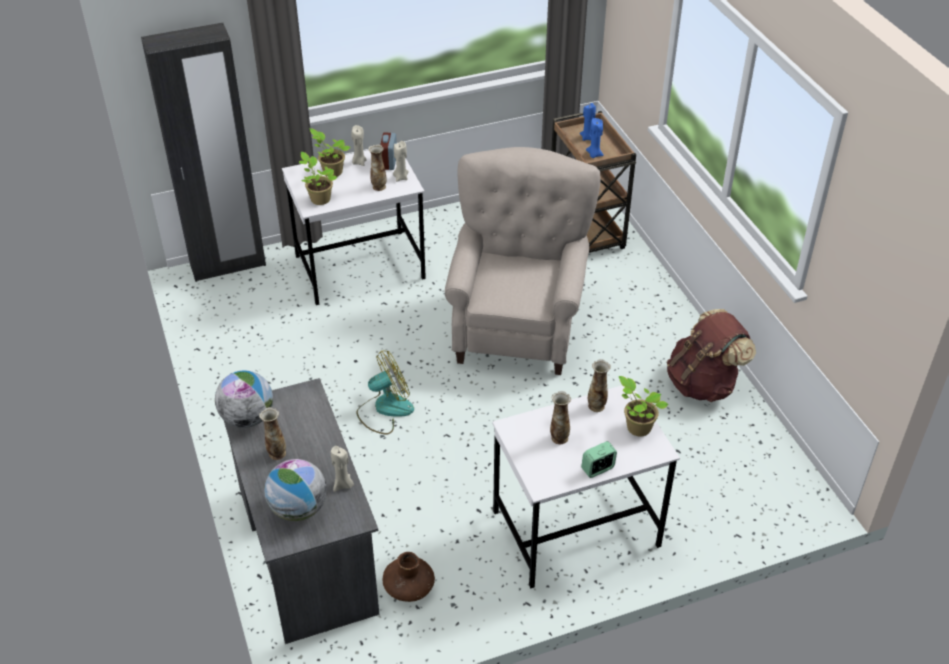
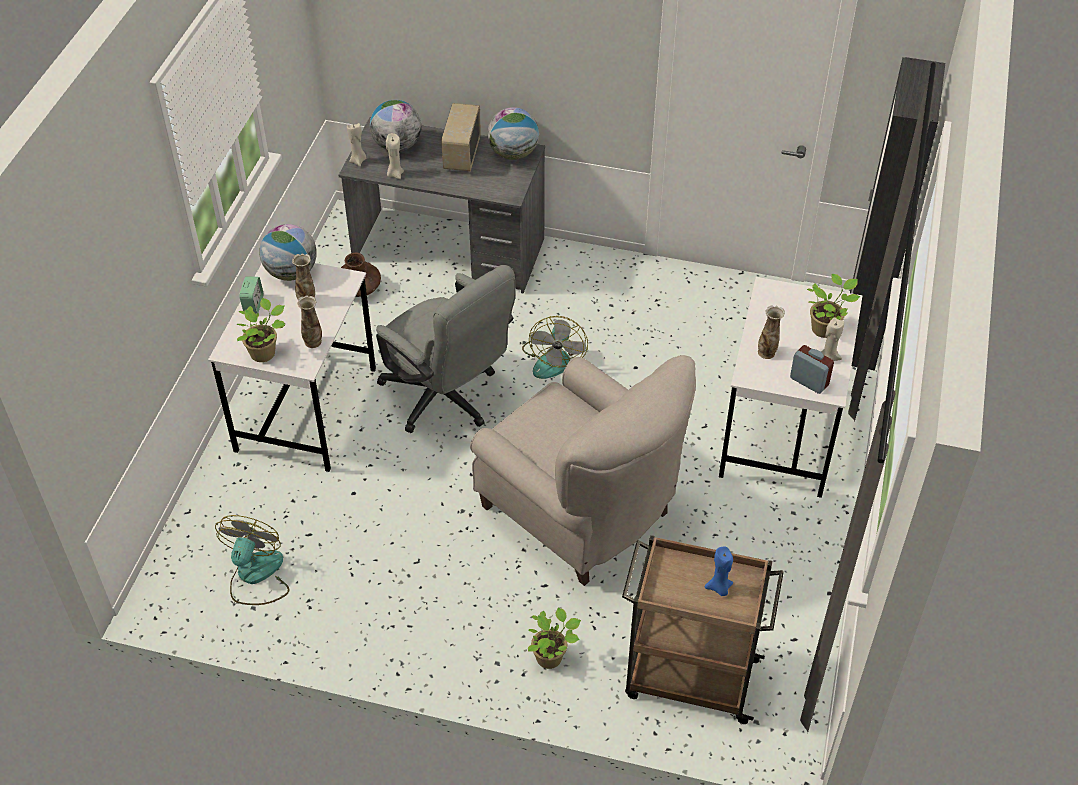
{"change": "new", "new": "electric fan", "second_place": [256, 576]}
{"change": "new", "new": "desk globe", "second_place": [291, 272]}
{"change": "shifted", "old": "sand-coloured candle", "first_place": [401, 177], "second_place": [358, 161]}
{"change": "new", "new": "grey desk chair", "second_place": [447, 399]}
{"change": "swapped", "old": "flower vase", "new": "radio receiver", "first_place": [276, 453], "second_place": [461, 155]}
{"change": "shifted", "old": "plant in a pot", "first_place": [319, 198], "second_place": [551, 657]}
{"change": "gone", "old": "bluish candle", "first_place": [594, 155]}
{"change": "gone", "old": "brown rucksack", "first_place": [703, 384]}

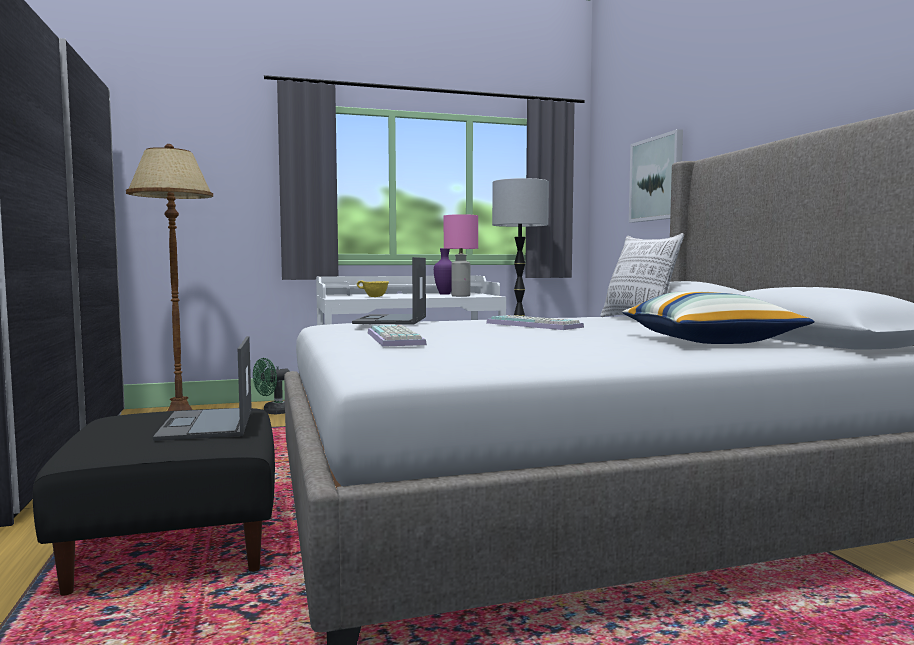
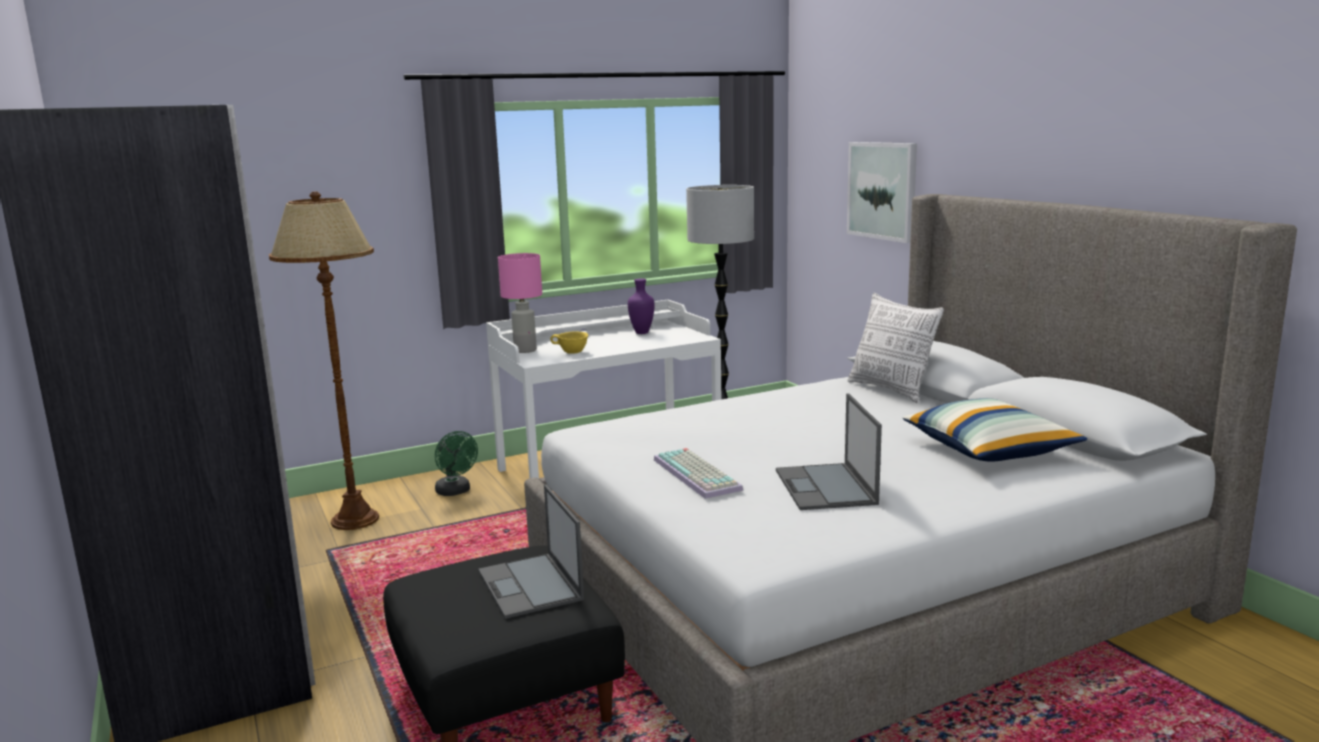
{"change": "rotated", "old": "green-coloured electric fan", "first_place": [273, 412], "second_place": [456, 492], "degrees": -75}
{"change": "shifted", "old": "pinkish table lamp", "first_place": [460, 296], "second_place": [525, 350]}
{"change": "shifted", "old": "portable computer", "first_place": [391, 320], "second_place": [826, 487]}
{"change": "gone", "old": "PC keyboard", "first_place": [535, 325]}

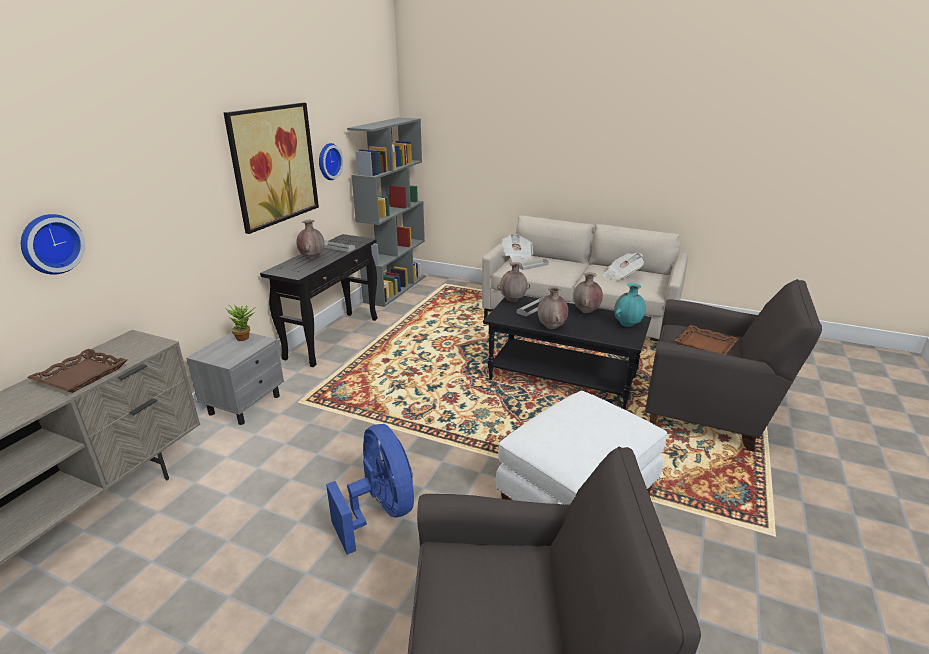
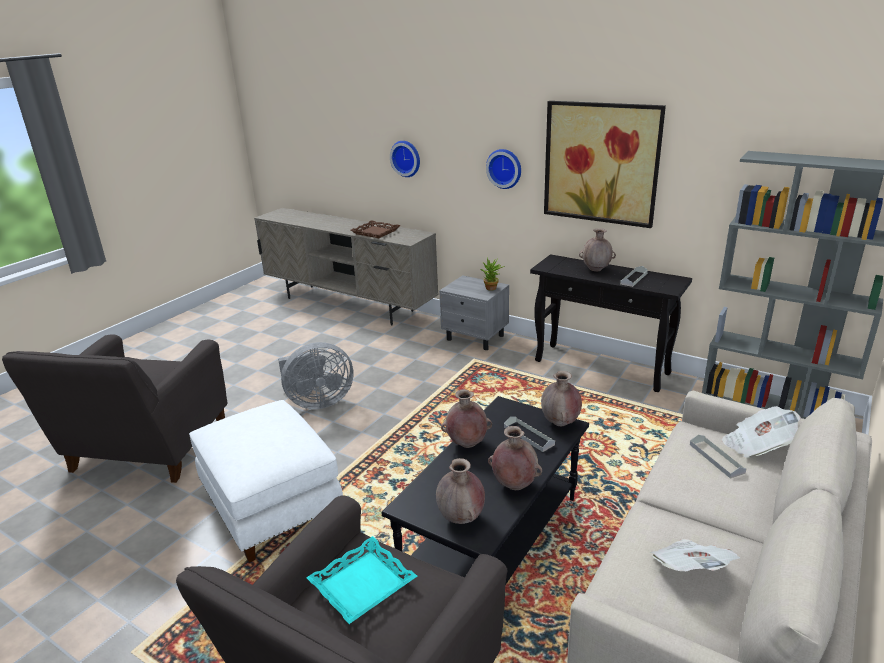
{"change": "repainted", "old": "bluish electric fan", "new": "grey electric fan", "first_place": [380, 511], "second_place": [317, 402]}
{"change": "repainted", "old": "brown serving tray", "new": "blue-green serving tray", "first_place": [705, 345], "second_place": [362, 584]}
{"change": "repainted", "old": "blue-green flower vase", "new": "brown flower vase", "first_place": [627, 324], "second_place": [461, 519]}
{"change": "shifted", "old": "wall clock", "first_place": [328, 161], "second_place": [505, 168]}

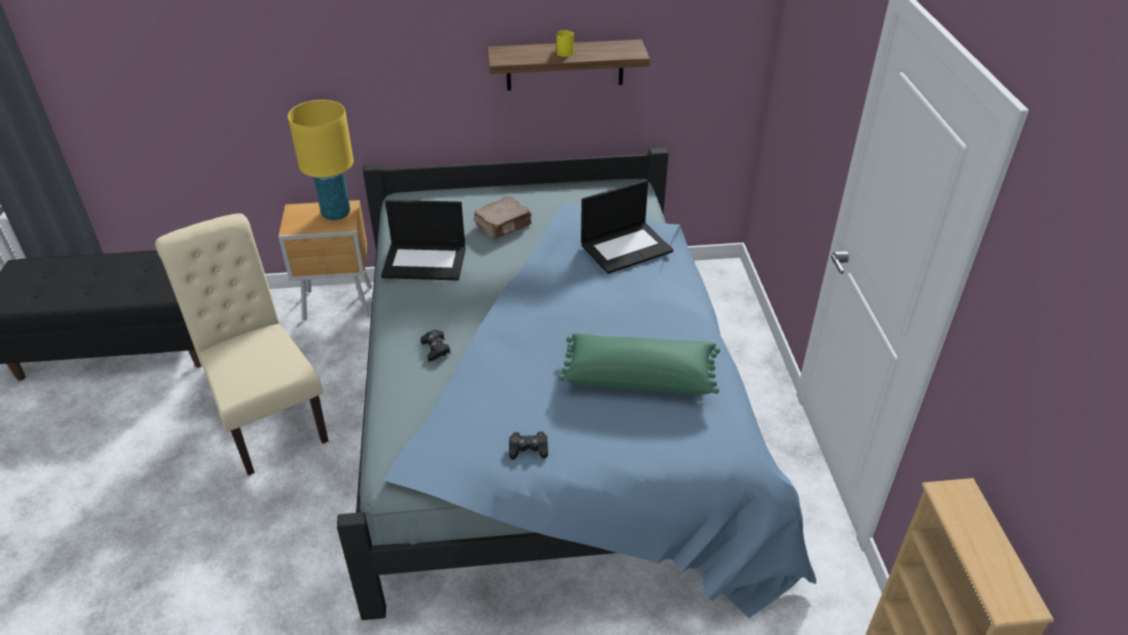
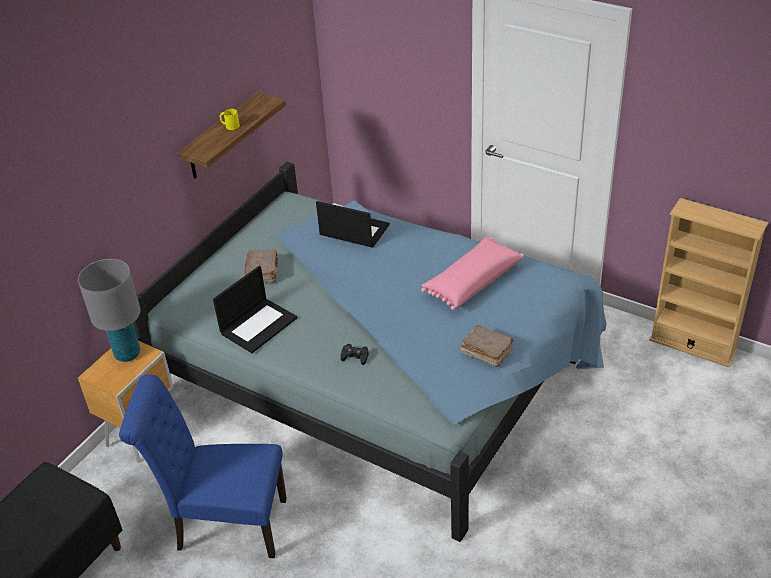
{"change": "repainted", "old": "yellow table lamp", "new": "grey table lamp", "first_place": [336, 213], "second_place": [127, 353]}
{"change": "repainted", "old": "sand-coloured plain chair", "new": "bluish plain chair", "first_place": [267, 417], "second_place": [224, 524]}
{"change": "rotated", "old": "portable computer", "first_place": [626, 247], "second_place": [353, 230], "degrees": -75}
{"change": "repainted", "old": "green-coloured cushion", "new": "pinkish cushion", "first_place": [639, 376], "second_place": [471, 282]}
{"change": "swapped", "old": "blackish joypad", "new": "brown bound book", "first_place": [528, 449], "second_place": [486, 352]}

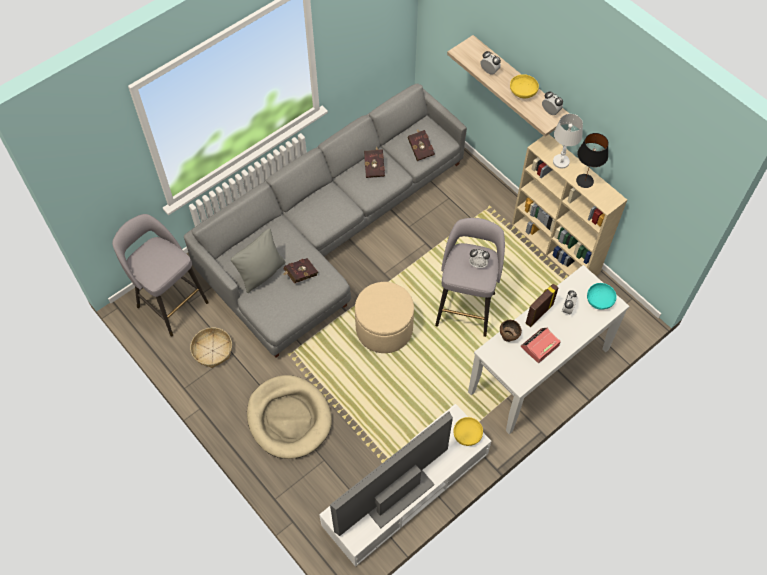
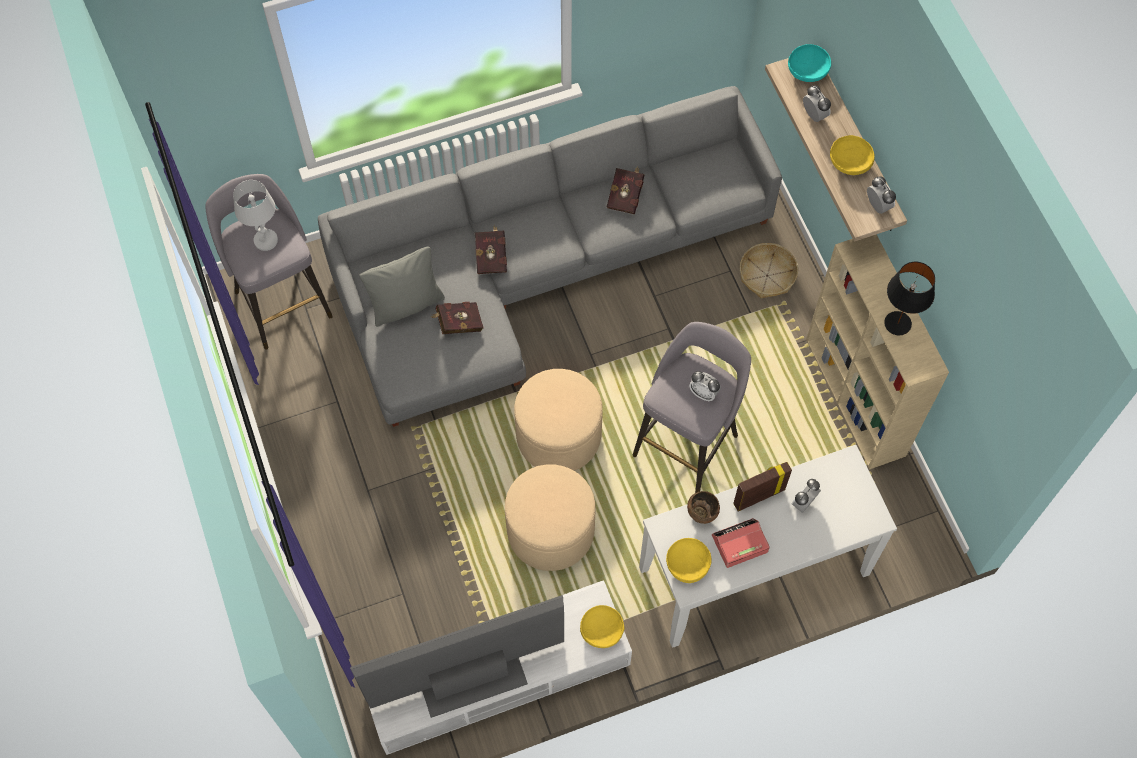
{"change": "shifted", "old": "white table lamp", "first_place": [560, 161], "second_place": [265, 240]}
{"change": "shifted", "old": "reddish bound book", "first_place": [420, 149], "second_place": [491, 256]}
{"change": "new", "new": "sand-coloured footrest", "second_place": [550, 530]}
{"change": "new", "new": "yellow deep dish", "second_place": [687, 564]}
{"change": "shifted", "old": "household basket", "first_place": [213, 350], "second_place": [767, 275]}
{"change": "shifted", "old": "blue-green deep dish", "first_place": [599, 301], "second_place": [807, 72]}
{"change": "gone", "old": "sand-coloured pet bed", "first_place": [289, 418]}

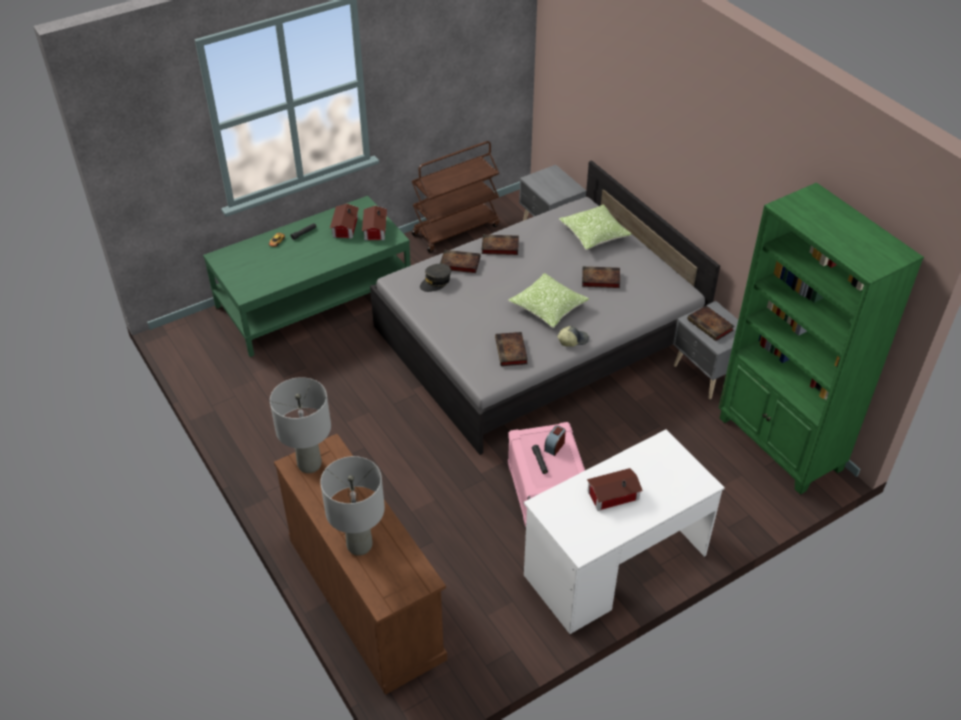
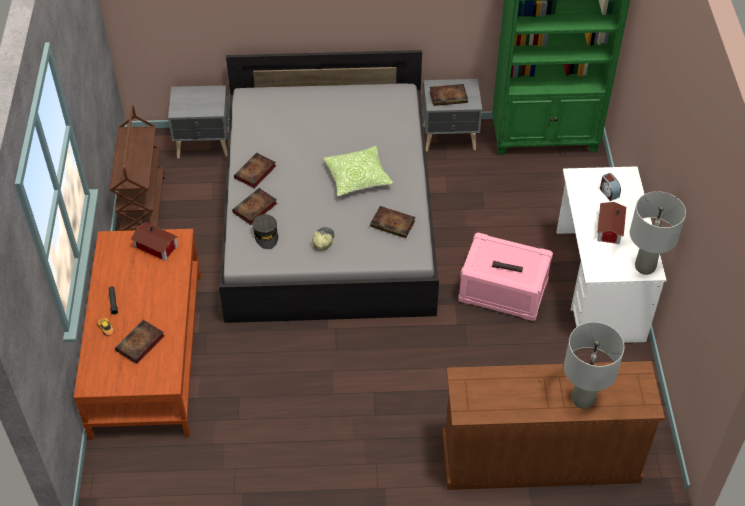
{"change": "repainted", "old": "green-coloured lounge table", "new": "brown lounge table", "first_place": [313, 299], "second_place": [147, 353]}
{"change": "shifted", "old": "bound book", "first_place": [599, 279], "second_place": [140, 344]}
{"change": "shifted", "old": "cap", "first_place": [572, 340], "second_place": [322, 240]}
{"change": "shifted", "old": "table clock", "first_place": [554, 446], "second_place": [608, 192]}
{"change": "shifted", "old": "grey table lamp", "first_place": [309, 464], "second_place": [644, 267]}
{"change": "gone", "old": "miniature house", "first_place": [344, 228]}
{"change": "gone", "old": "cushion", "first_place": [594, 234]}

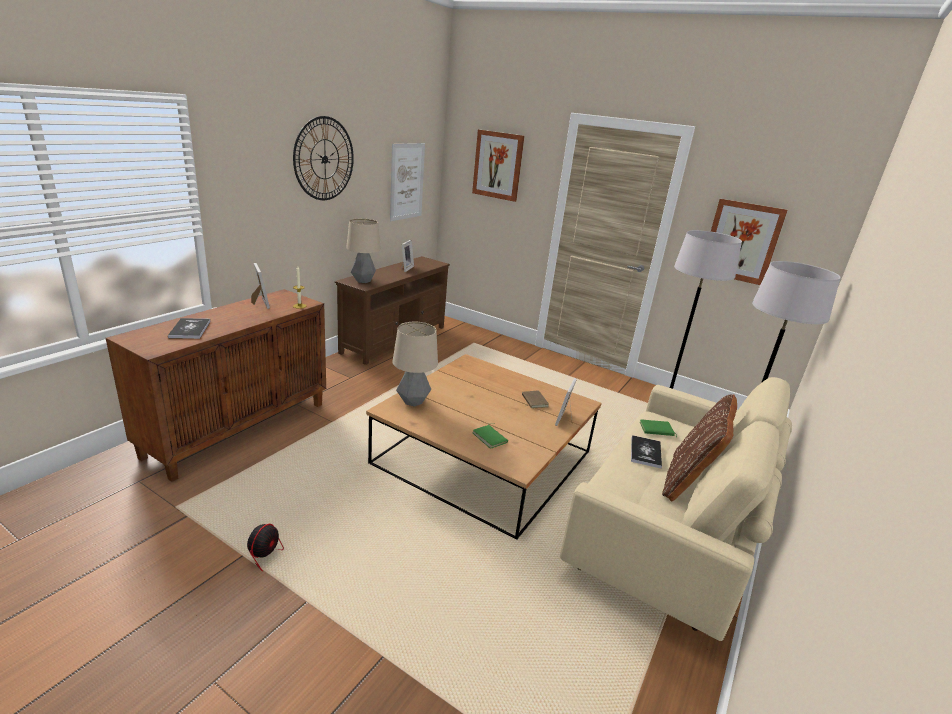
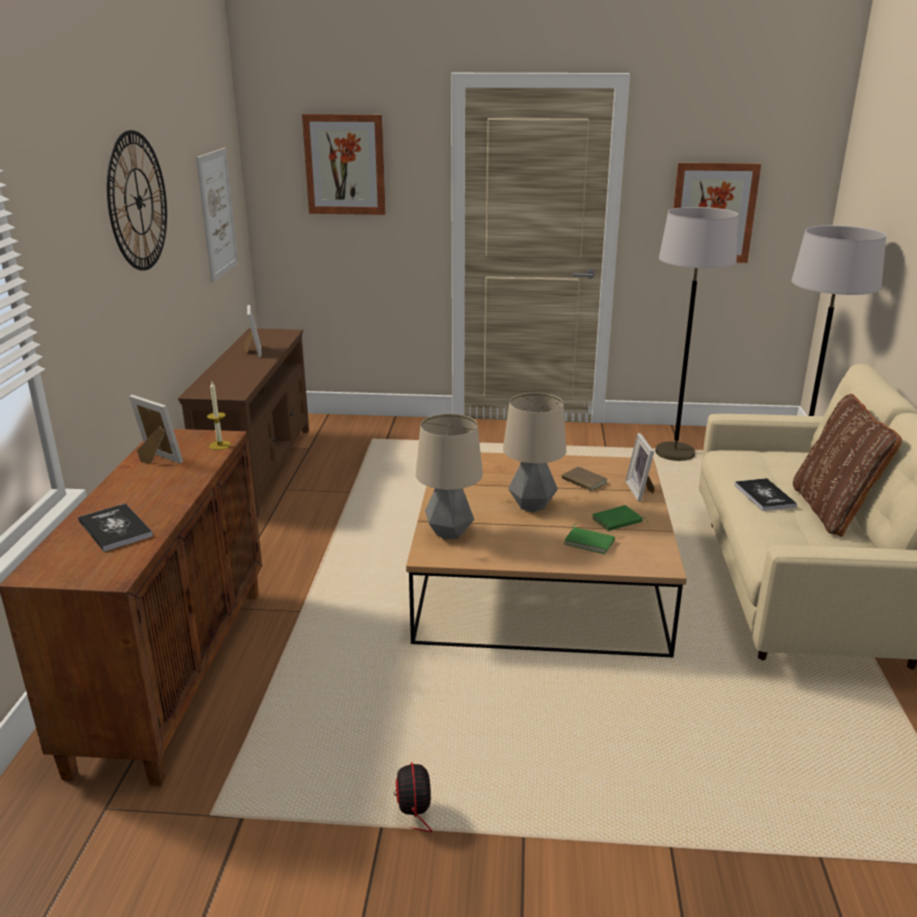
{"change": "shifted", "old": "table lamp", "first_place": [363, 281], "second_place": [532, 505]}
{"change": "shifted", "old": "green-coloured bound book", "first_place": [656, 430], "second_place": [617, 521]}

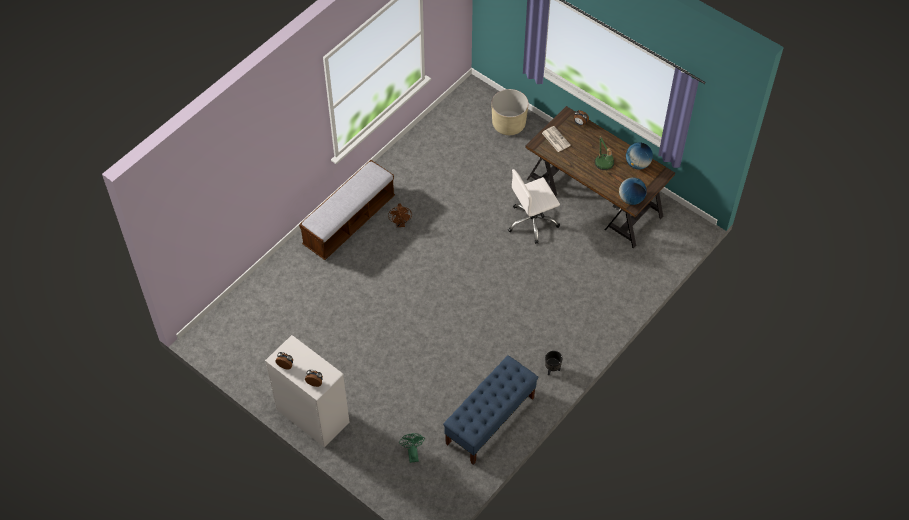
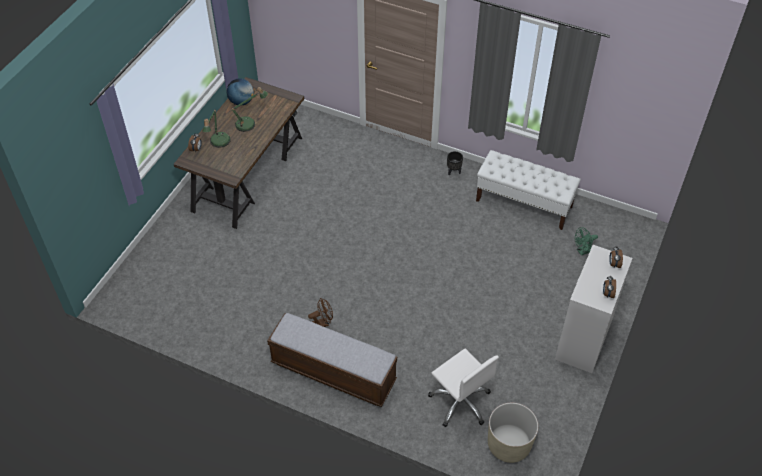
{"change": "new", "new": "table lamp", "second_place": [218, 143]}
{"change": "shifted", "old": "white desk chair", "first_place": [532, 222], "second_place": [460, 402]}
{"change": "repainted", "old": "bluish long seat", "new": "white long seat", "first_place": [490, 421], "second_place": [524, 204]}
{"change": "shifted", "old": "sand-coloured plant pot", "first_place": [508, 124], "second_place": [509, 444]}
{"change": "gone", "old": "newspaper", "first_place": [555, 139]}
{"change": "gone", "old": "desk globe", "first_place": [631, 199]}

